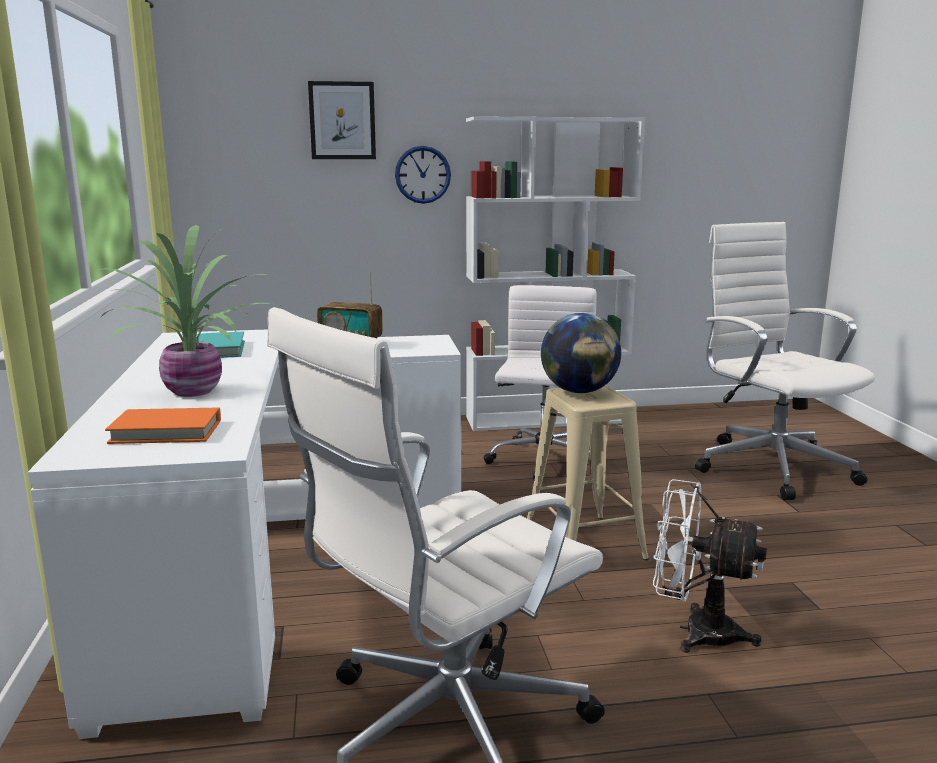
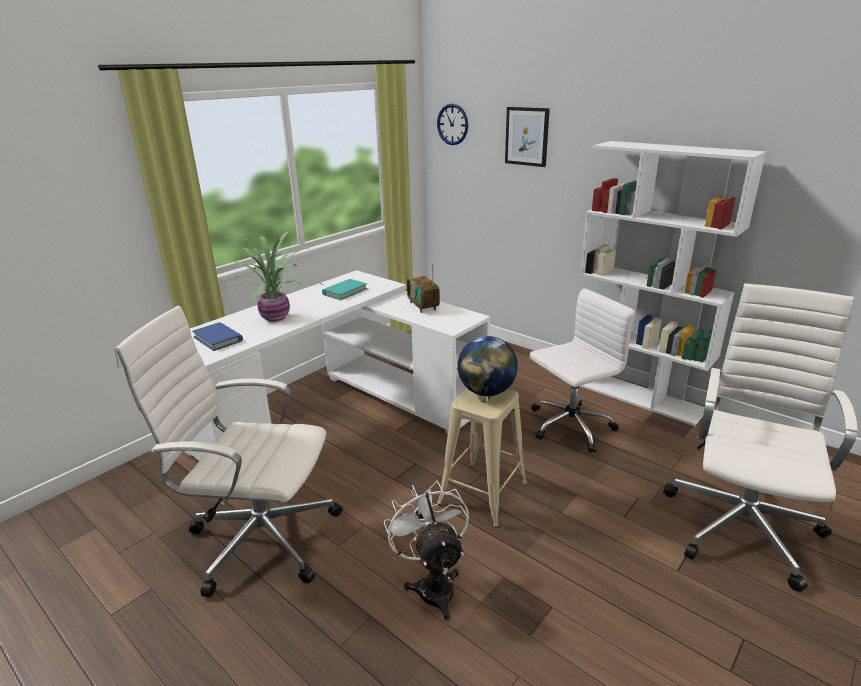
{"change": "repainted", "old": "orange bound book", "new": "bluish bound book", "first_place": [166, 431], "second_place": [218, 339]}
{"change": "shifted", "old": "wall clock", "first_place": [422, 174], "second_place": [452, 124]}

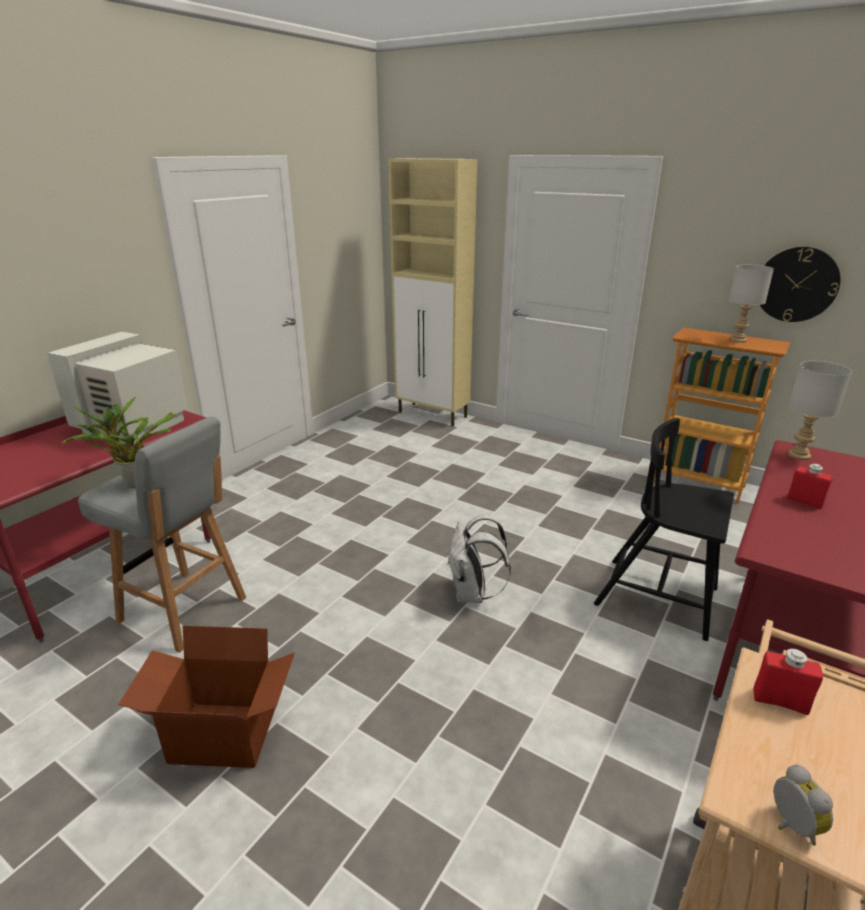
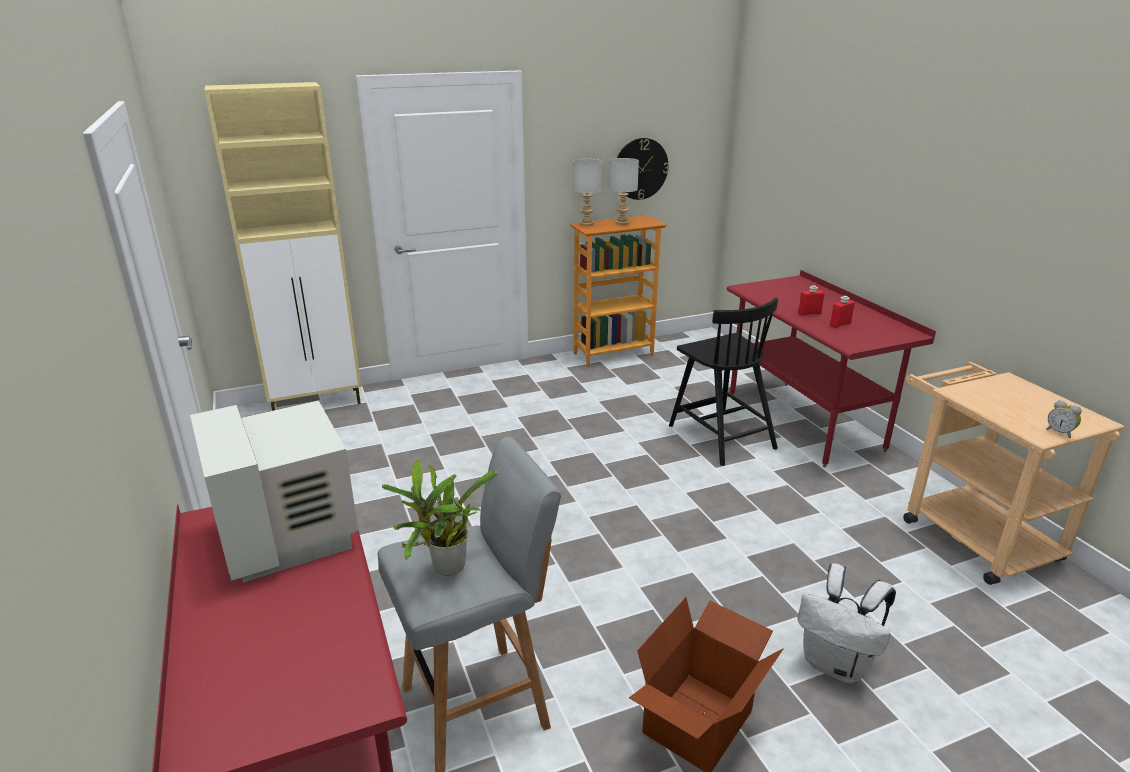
{"change": "shifted", "old": "grey table lamp", "first_place": [800, 455], "second_place": [587, 224]}
{"change": "rotated", "old": "blackish plain chair", "first_place": [659, 598], "second_place": [720, 436], "degrees": -90}
{"change": "shifted", "old": "white rucksack", "first_place": [472, 594], "second_place": [837, 664]}
{"change": "shifted", "old": "reddish bottle", "first_place": [780, 701], "second_place": [840, 324]}
{"change": "rotated", "old": "table clock", "first_place": [790, 825], "second_place": [1059, 432], "degrees": -150}

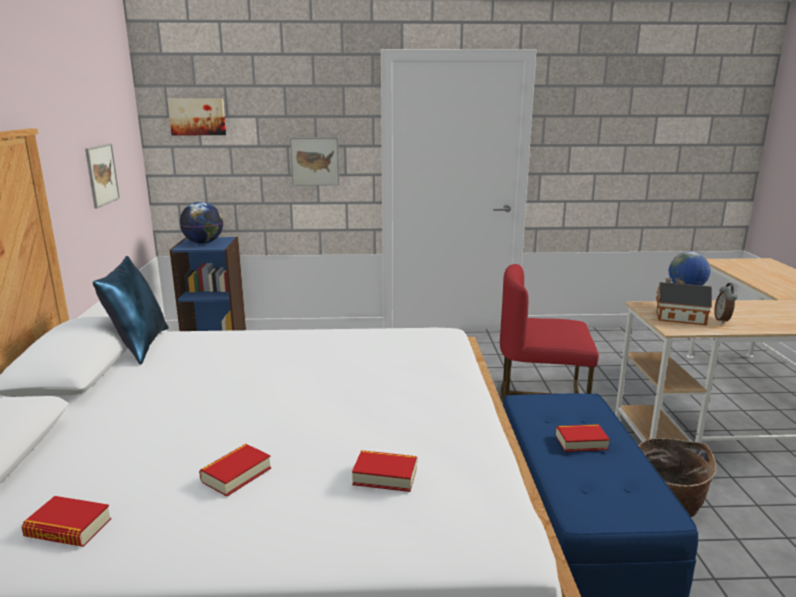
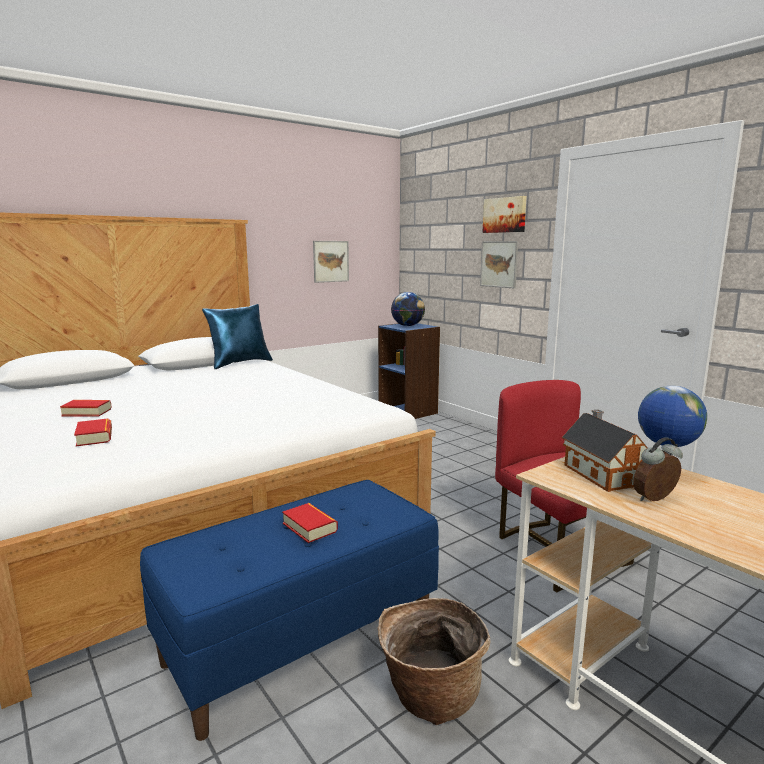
{"change": "shifted", "old": "wall picture", "first_place": [197, 117], "second_place": [505, 215]}
{"change": "gone", "old": "bound book", "first_place": [68, 528]}

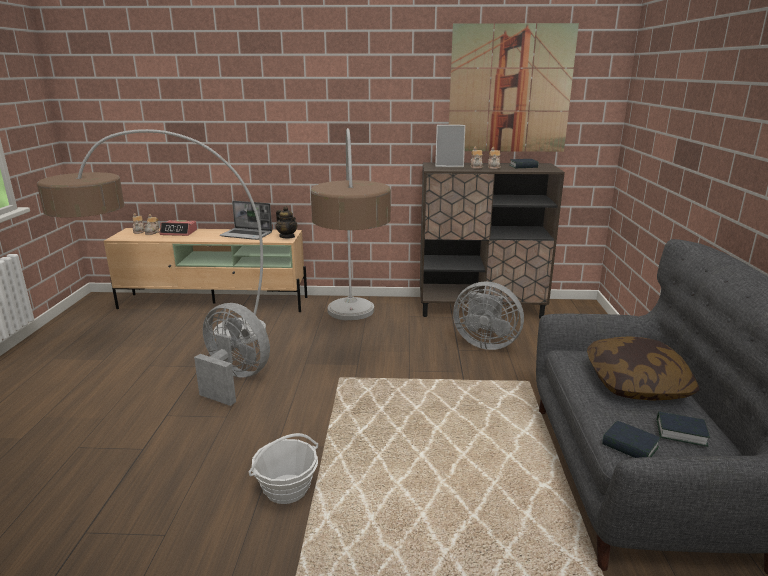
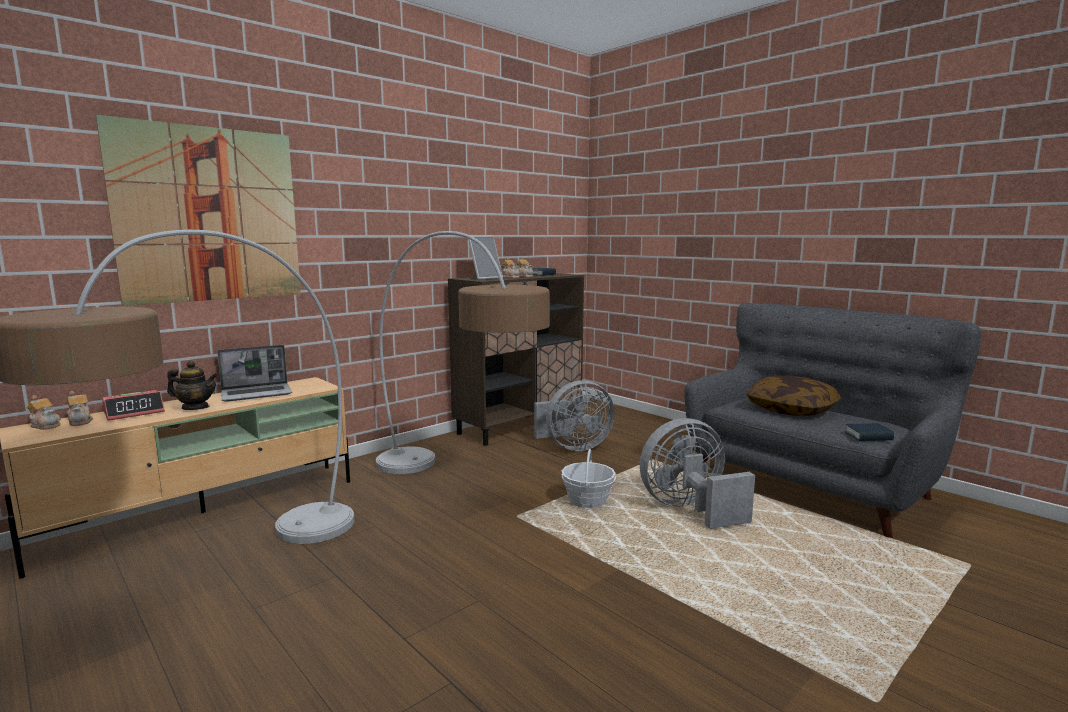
{"change": "shifted", "old": "wall picture", "first_place": [510, 89], "second_place": [210, 215]}
{"change": "shifted", "old": "teapot", "first_place": [287, 236], "second_place": [195, 408]}
{"change": "shifted", "old": "household basket", "first_place": [287, 489], "second_place": [587, 501]}
{"change": "shifted", "old": "grey electric fan", "first_place": [234, 380], "second_place": [689, 509]}
{"change": "gone", "old": "bound book", "first_place": [681, 433]}

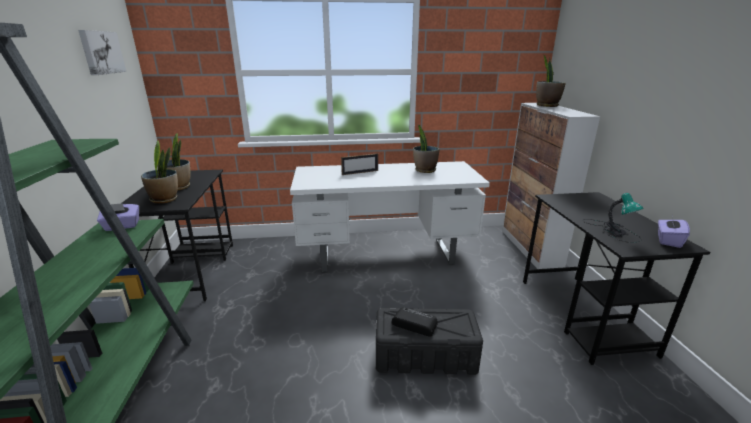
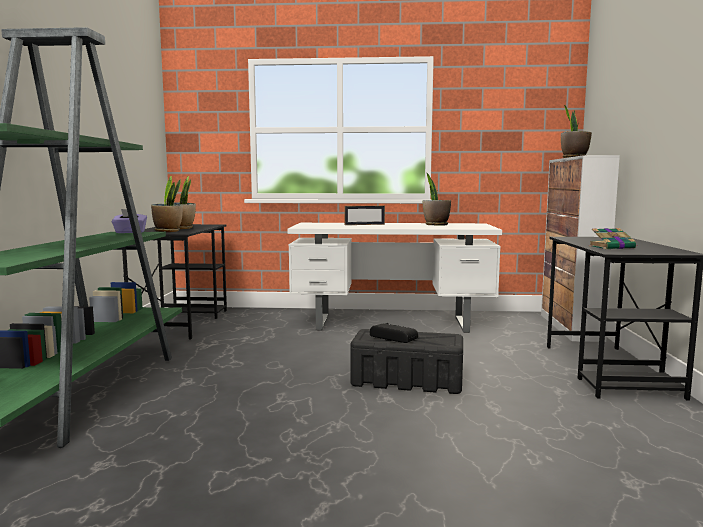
{"change": "swapped", "old": "table lamp", "new": "bound book", "first_place": [613, 230], "second_place": [612, 247]}
{"change": "gone", "old": "wall picture", "first_place": [101, 52]}
{"change": "gone", "old": "purplish tissue box", "first_place": [668, 240]}

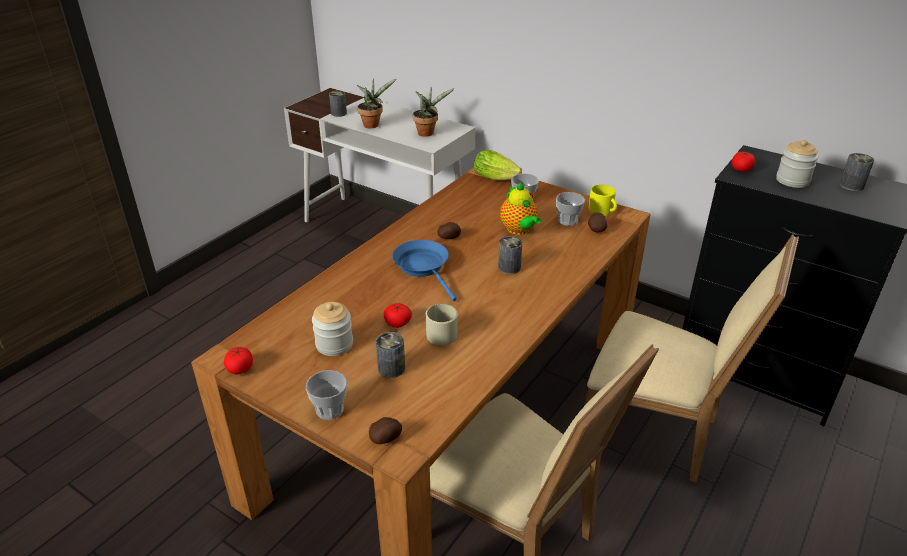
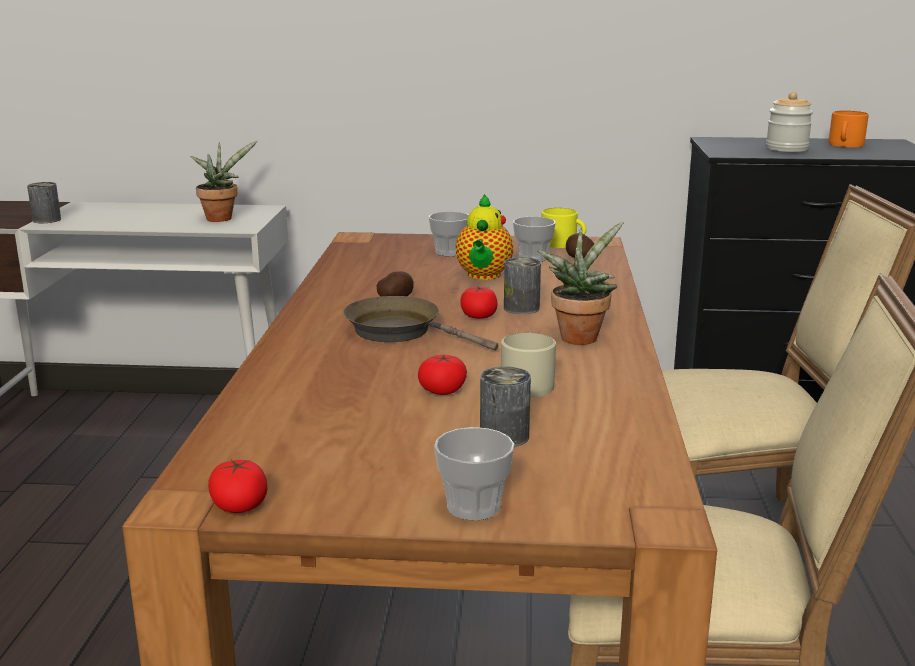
{"change": "repainted", "old": "bluish pan", "new": "brown pan", "first_place": [423, 267], "second_place": [400, 331]}
{"change": "rotated", "old": "teapot", "first_place": [519, 230], "second_place": [483, 276], "degrees": 60}
{"change": "shifted", "old": "whole tomato", "first_place": [741, 169], "second_place": [478, 316]}
{"change": "shifted", "old": "plant in a pot", "first_place": [373, 124], "second_place": [579, 336]}
{"change": "swapped", "old": "metal can", "new": "orange mug", "first_place": [851, 185], "second_place": [845, 145]}
{"change": "gone", "old": "jar", "first_place": [334, 344]}
{"change": "gone", "old": "potato", "first_place": [386, 438]}
{"change": "gone", "old": "head of lettuce", "first_place": [497, 178]}

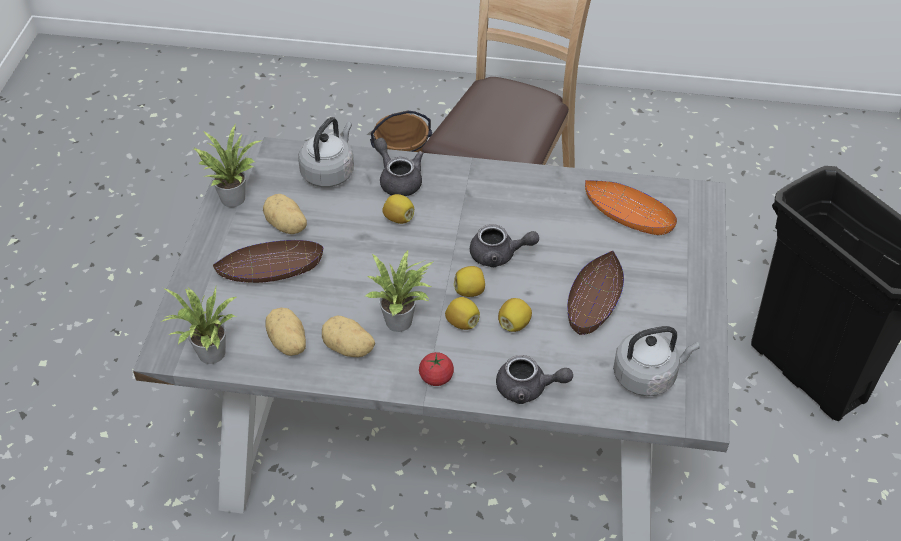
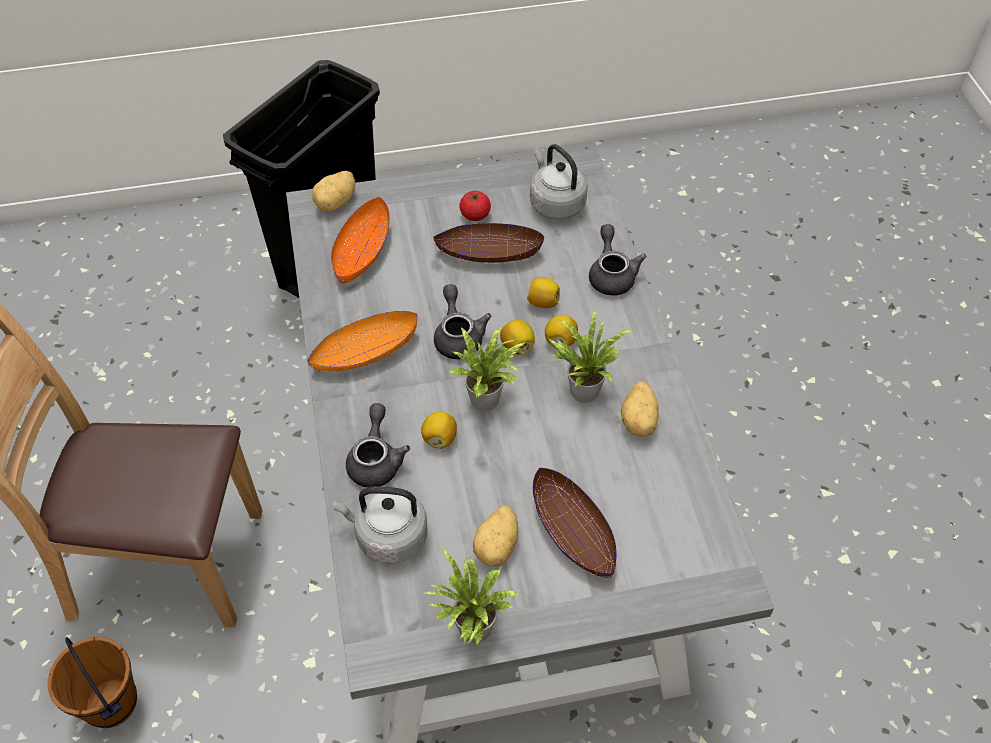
{"change": "new", "new": "orange deep dish", "second_place": [365, 352]}
{"change": "shifted", "old": "potato", "first_place": [287, 343], "second_place": [337, 203]}
{"change": "rotated", "old": "grey teapot", "first_place": [398, 180], "second_place": [376, 460], "degrees": 150}
{"change": "shifted", "old": "plant in a pot", "first_place": [210, 356], "second_place": [488, 399]}
{"change": "shifted", "old": "whole tomato", "first_place": [436, 377], "second_place": [475, 215]}

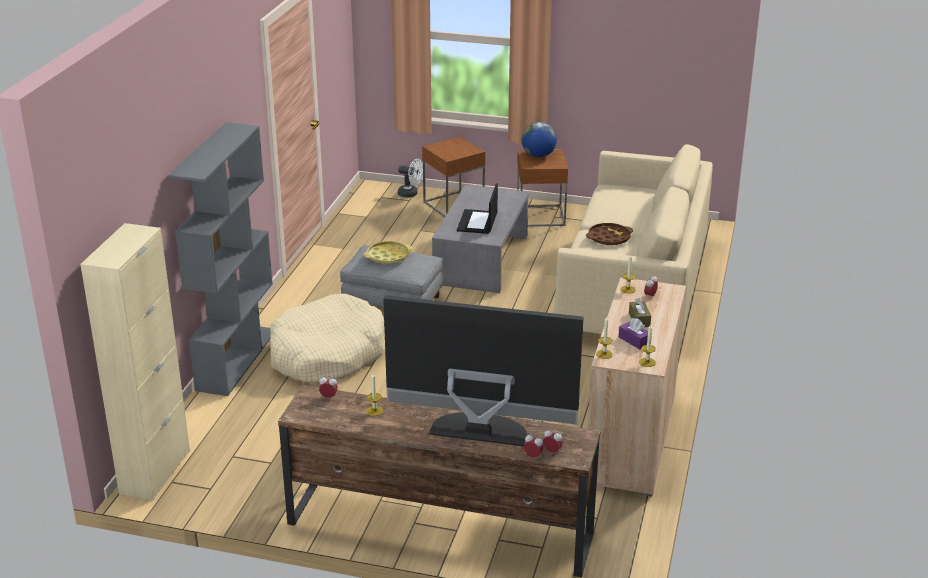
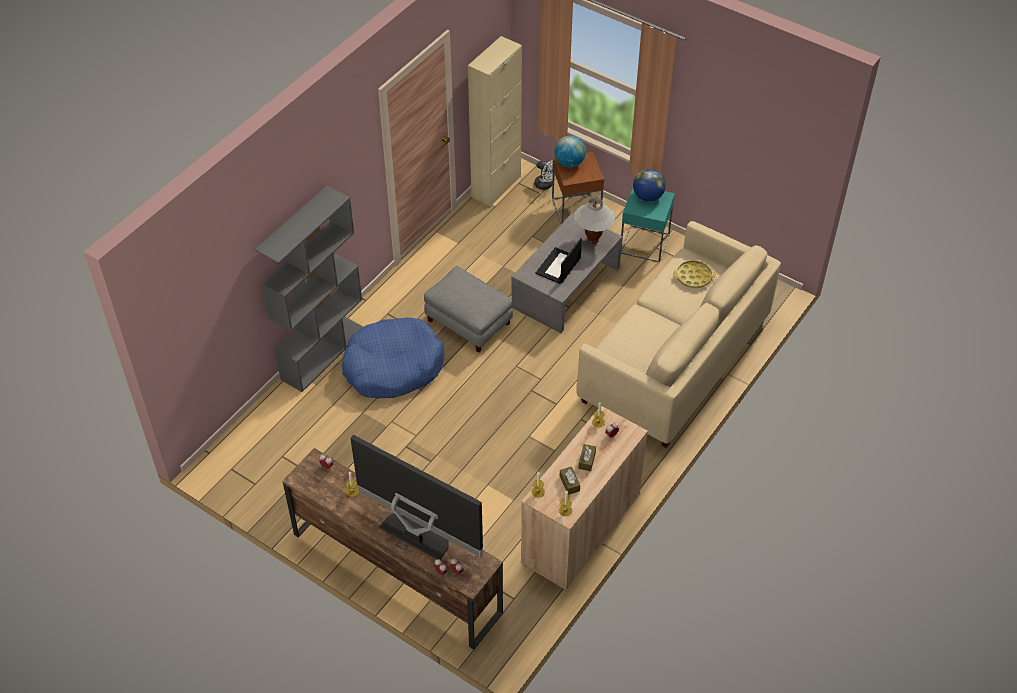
{"change": "repainted", "old": "sand-coloured pet bed", "new": "bluish pet bed", "first_place": [327, 354], "second_place": [393, 367]}
{"change": "shifted", "old": "sand-coloured cabinet", "first_place": [155, 472], "second_place": [496, 186]}
{"change": "new", "new": "desk globe", "second_place": [569, 163]}
{"change": "repainted", "old": "purplish tissue box", "new": "brown tissue box", "first_place": [634, 340], "second_place": [569, 483]}
{"change": "new", "new": "white table lamp", "second_place": [593, 240]}
{"change": "repainted", "old": "brown accent table", "new": "blue-green accent table", "first_place": [540, 216], "second_place": [644, 243]}
{"change": "shifted", "old": "yellow serving tray", "first_place": [388, 256], "second_place": [693, 277]}
{"change": "gone", "old": "brown serving tray", "first_place": [609, 238]}

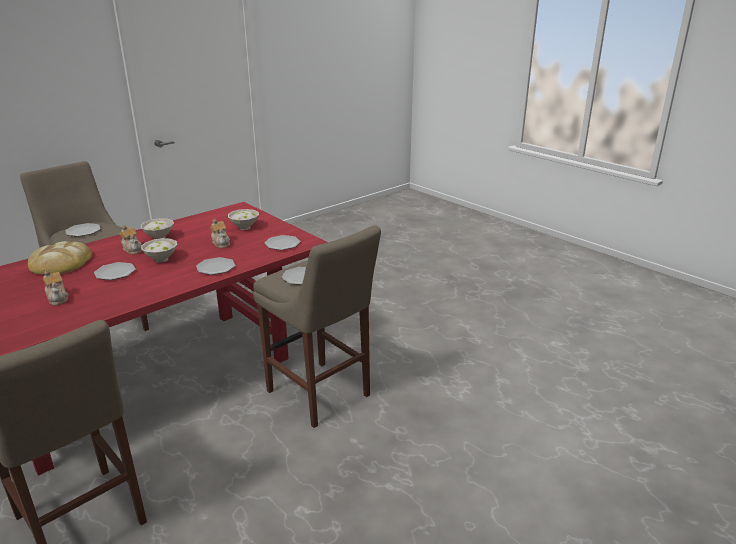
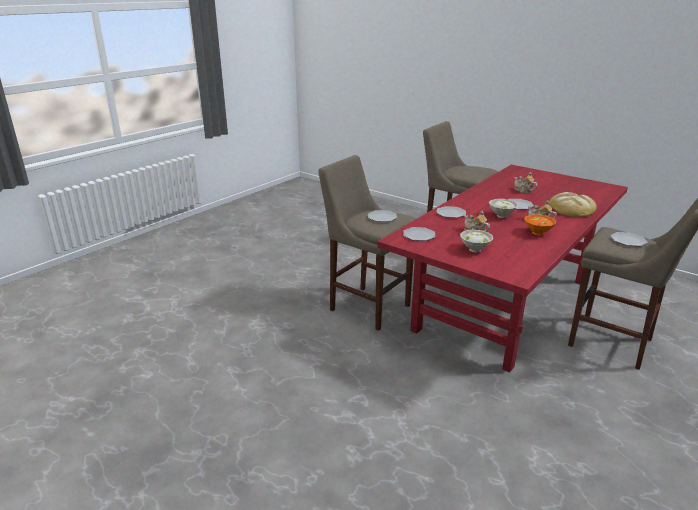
{"change": "repainted", "old": "white deep dish", "new": "orange deep dish", "first_place": [159, 237], "second_place": [538, 233]}

